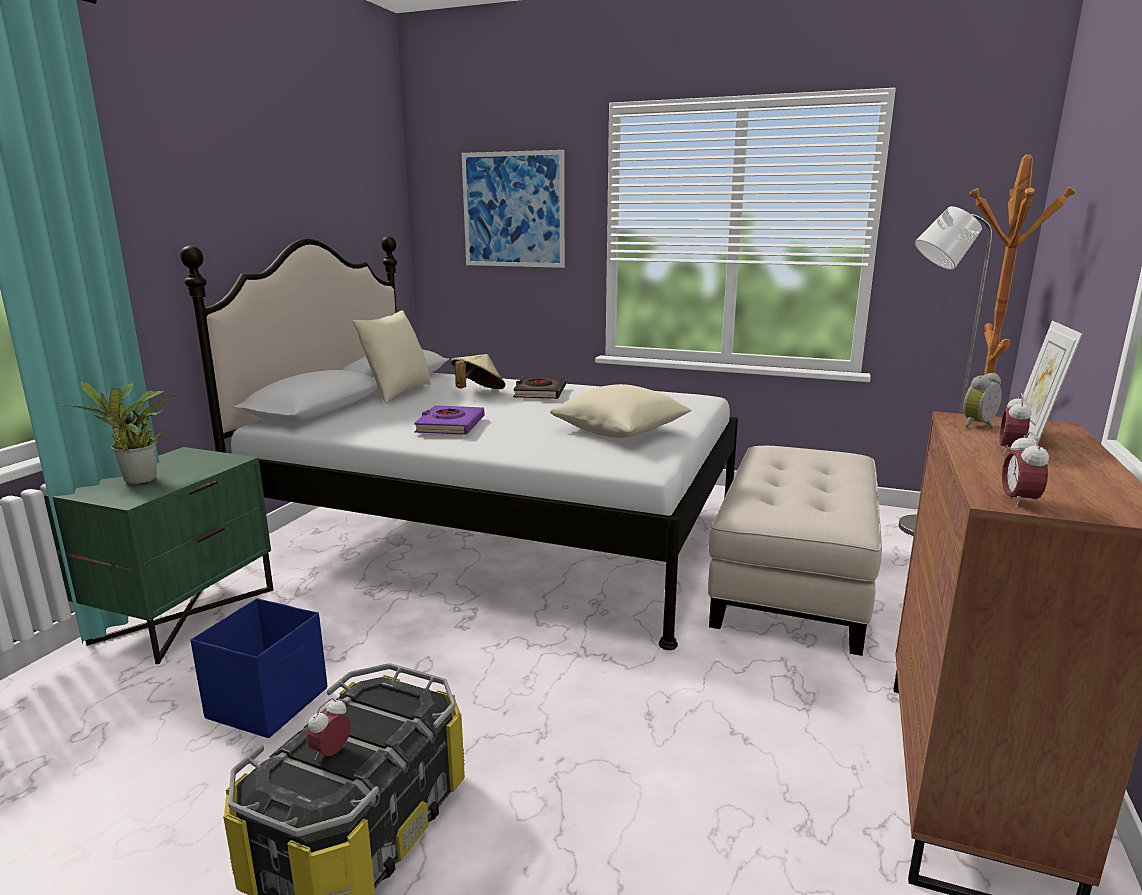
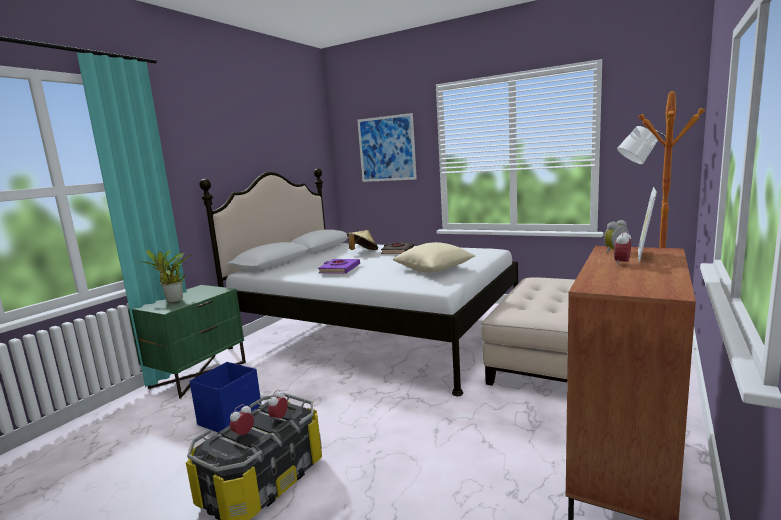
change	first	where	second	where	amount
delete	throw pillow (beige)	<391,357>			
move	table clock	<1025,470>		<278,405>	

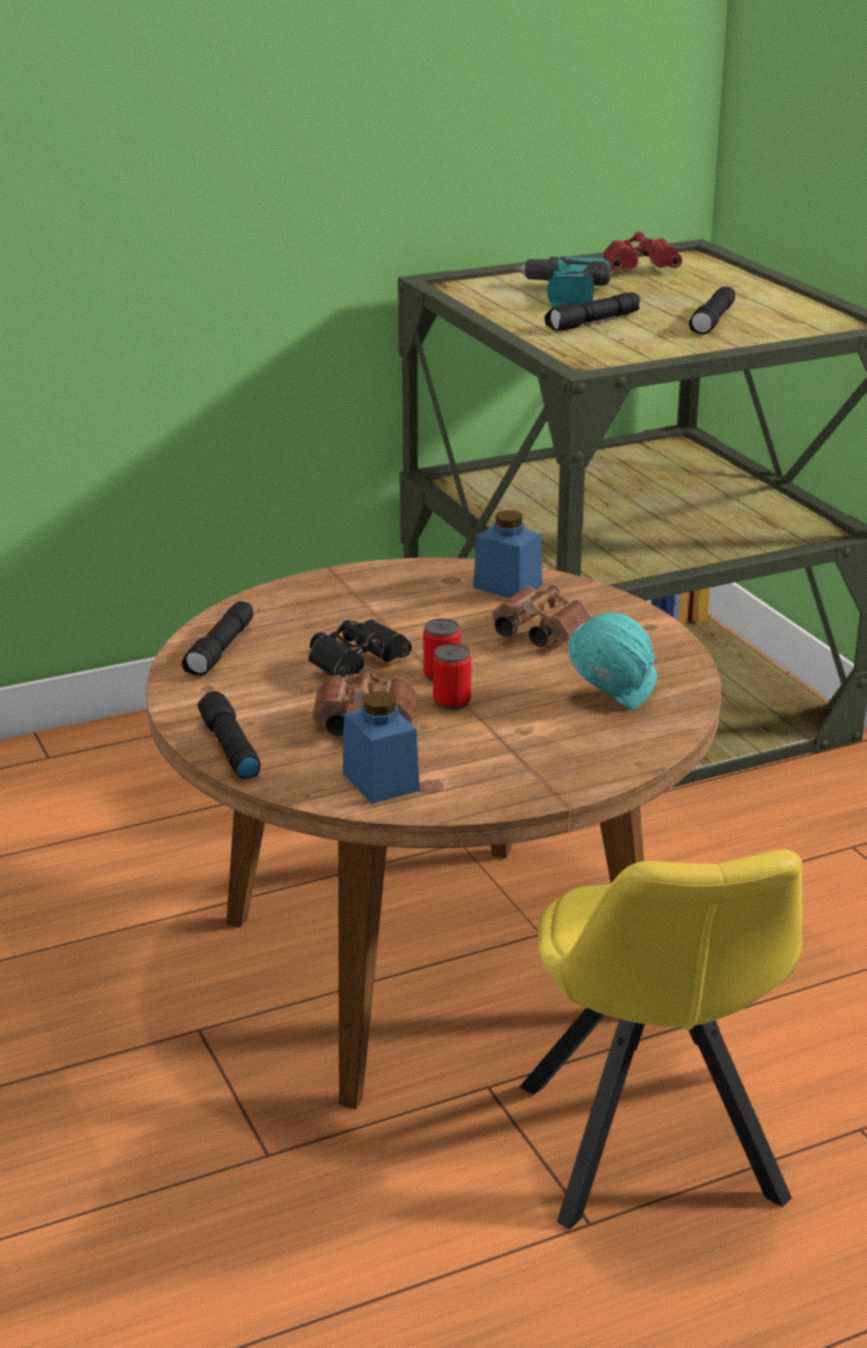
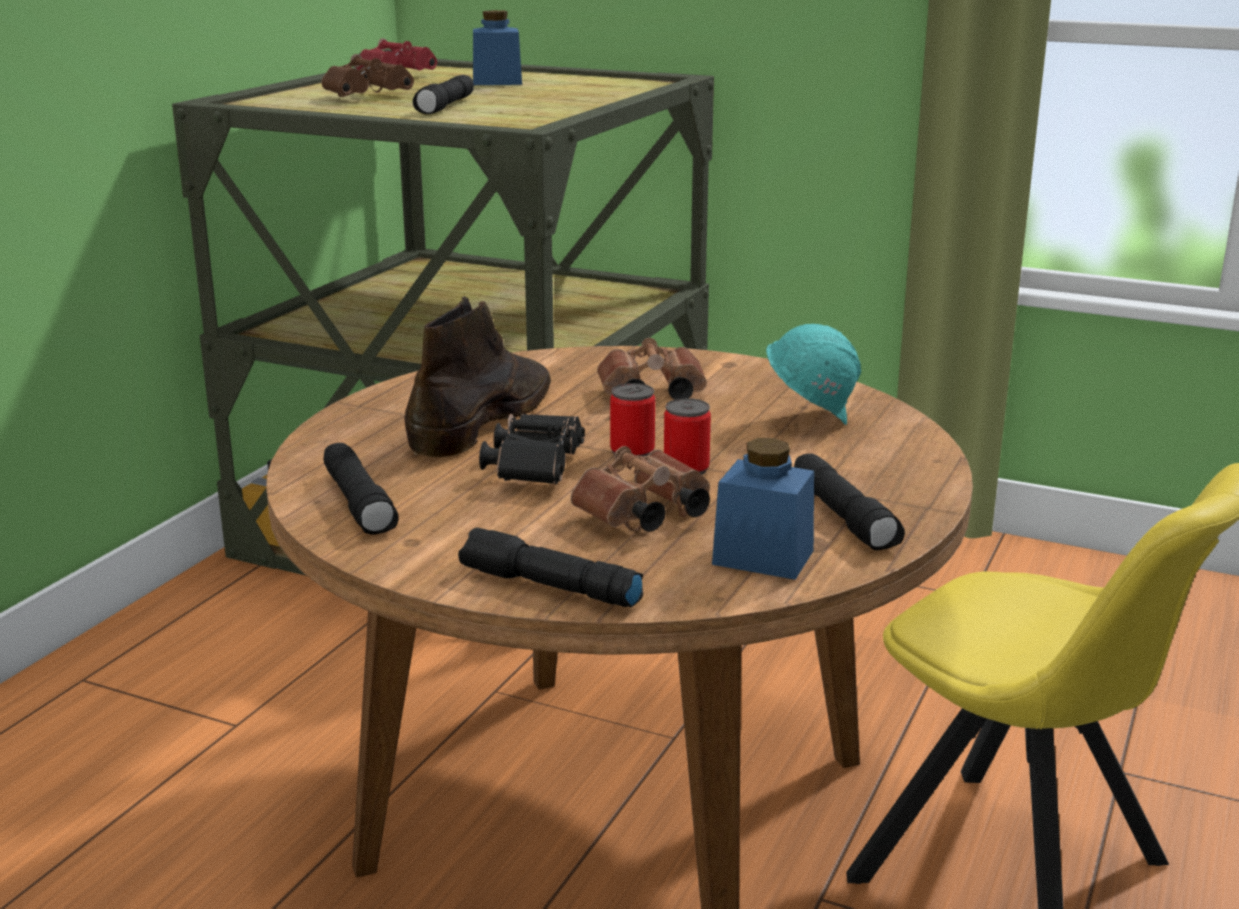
change	first	where	second	where	amount
insert			boot (brownish)	<478,376>	
move	preserve jar (blue-coloured)	<507,554>		<497,47>	
move	hand torch (black-coloured)	<712,310>		<849,501>	
replace	electric drill	<563,281>	pair of binoculars (brownish)	<367,75>	

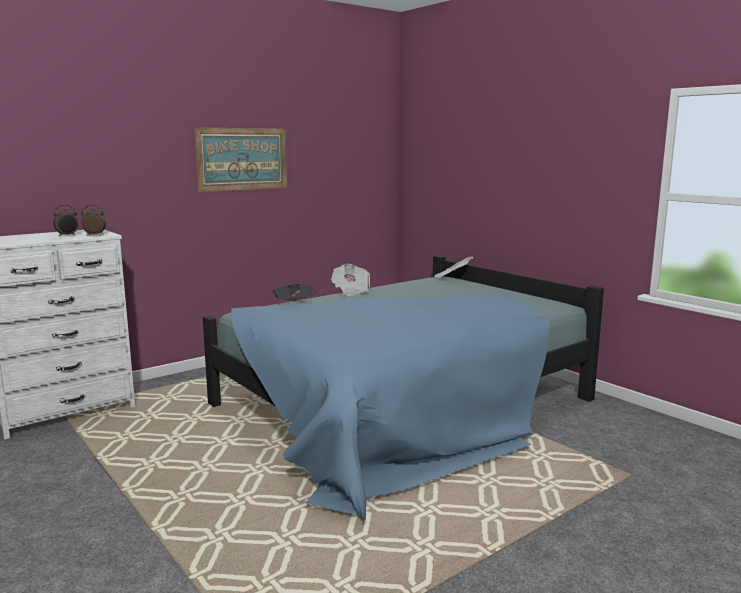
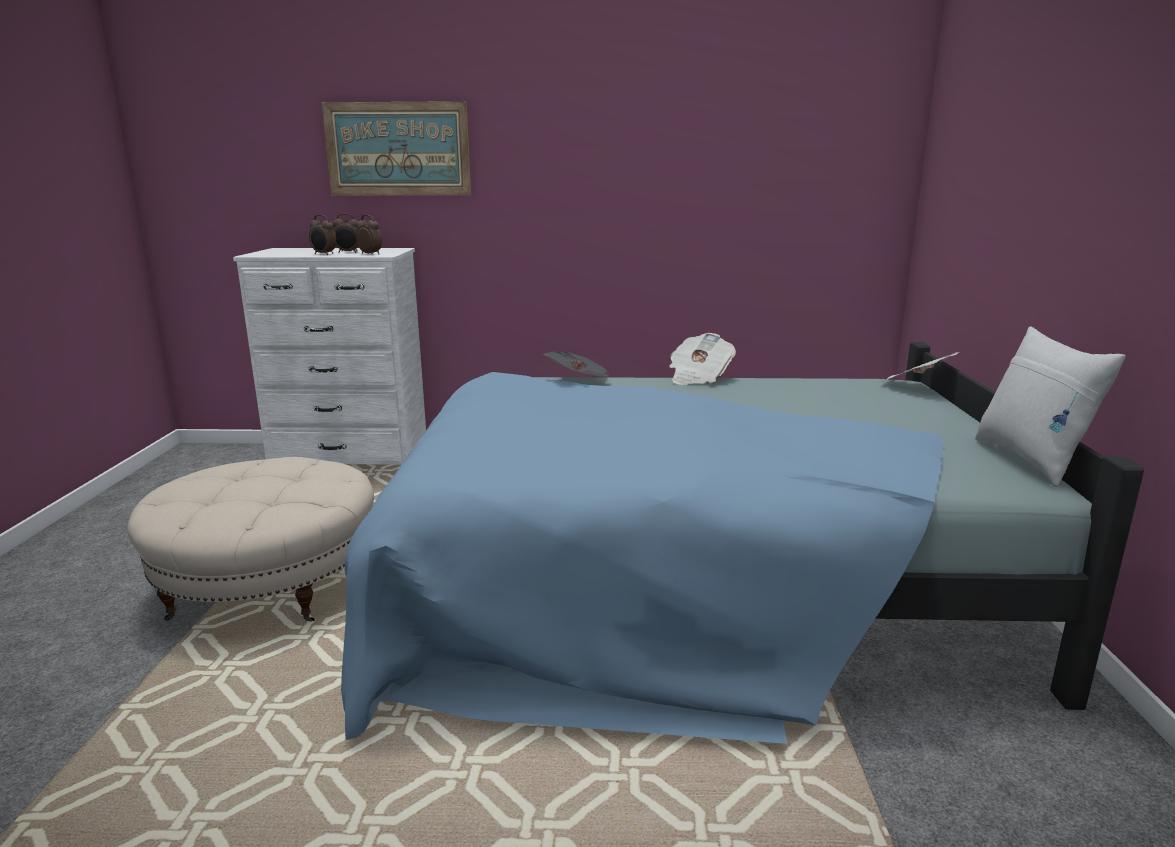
change	first	where	second	where	amount
insert			ottoman (beige)	<250,539>	
insert			table clock	<323,235>	
insert			throw pillow (gray)	<1050,406>	
move	wall picture	<240,159>		<396,148>	

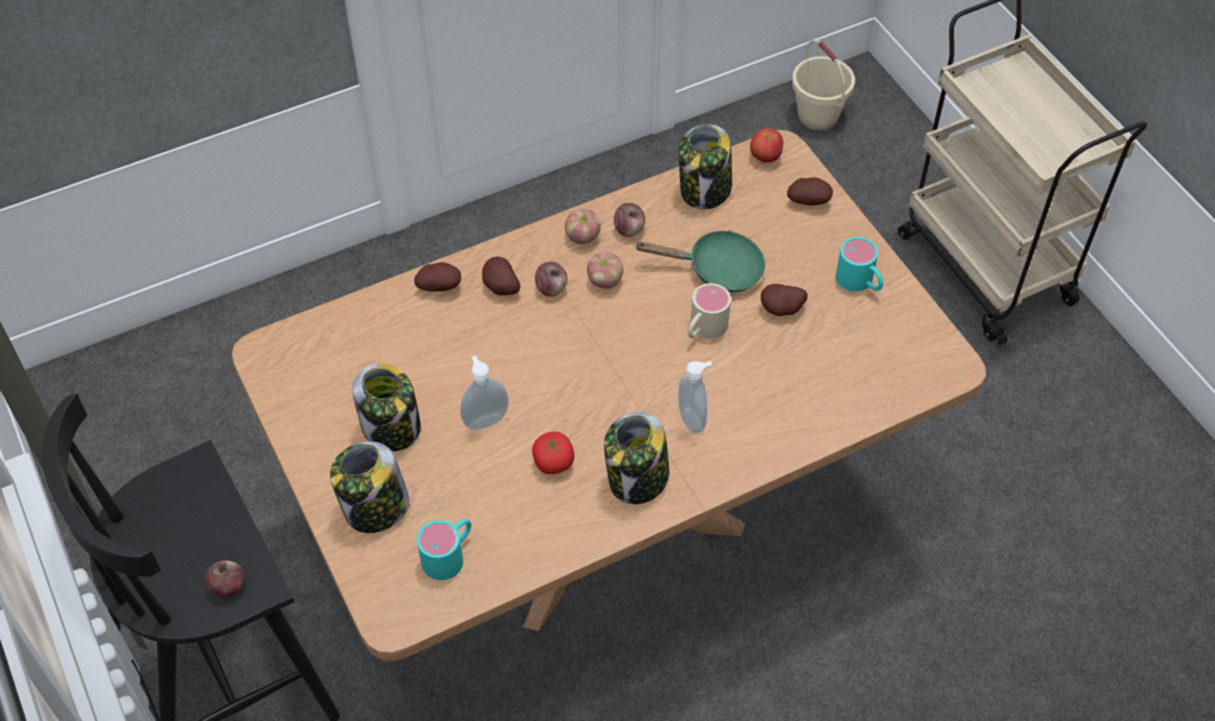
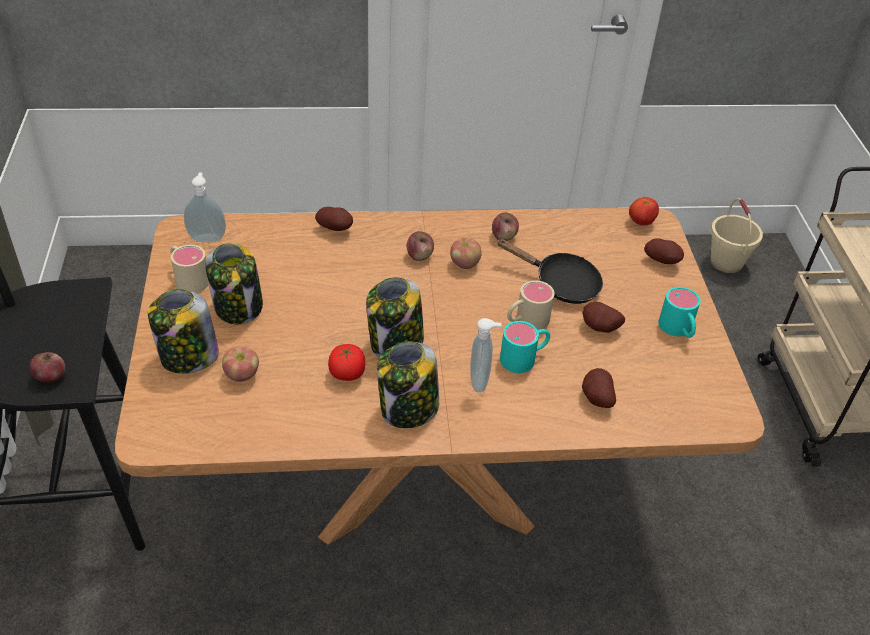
change	first	where	second	where	amount
insert			coffee mug (beige)	<189,269>	
move	coffee mug (turquoise)	<444,549>		<525,347>	
move	soap dispenser	<484,393>		<205,207>	
move	potato	<501,276>		<599,388>	
move	whole apple	<583,226>		<240,364>	
move	preserve jar	<705,166>		<395,317>	
recolor	frying pan (green)	<700,261>	frying pan (black-coloured)	<550,271>	

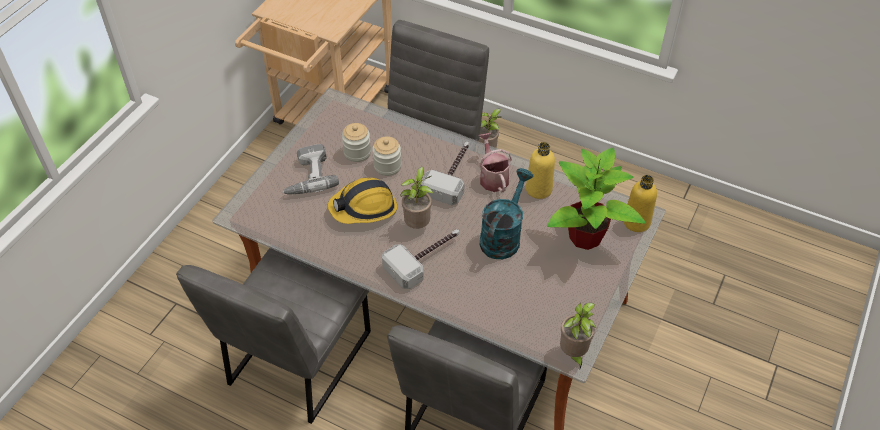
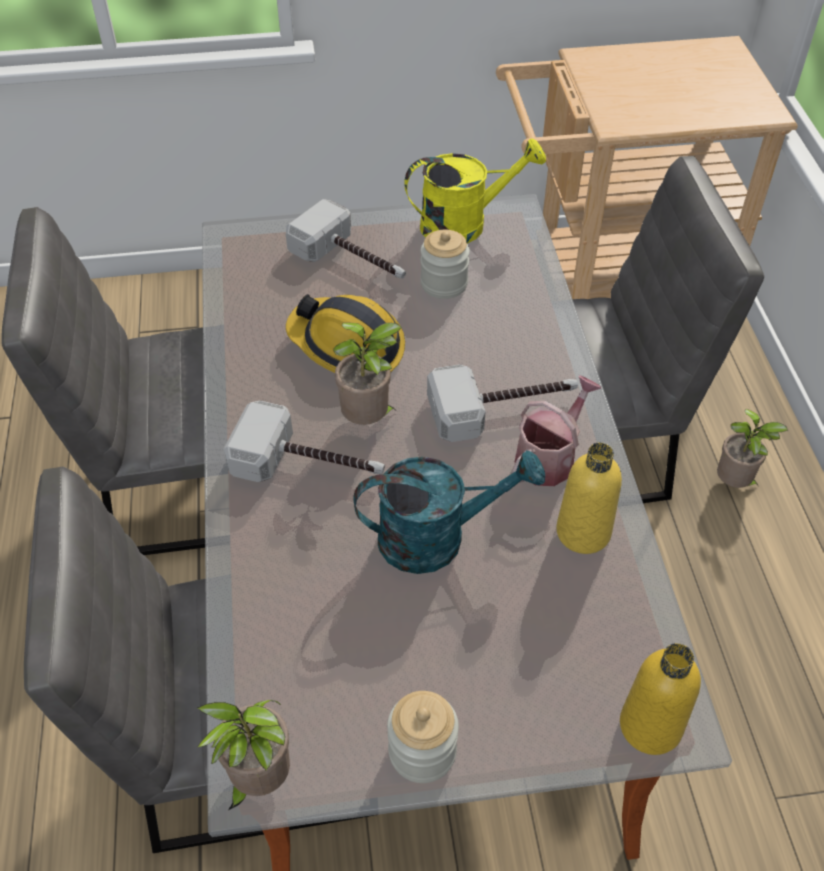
change	first	where	second	where	amount
delete	potted plant	<596,199>			
insert			watering can (yellowish)	<475,190>	
move	preserve jar	<386,156>		<423,737>	
replace	electric drill	<310,169>	hammer	<346,239>	

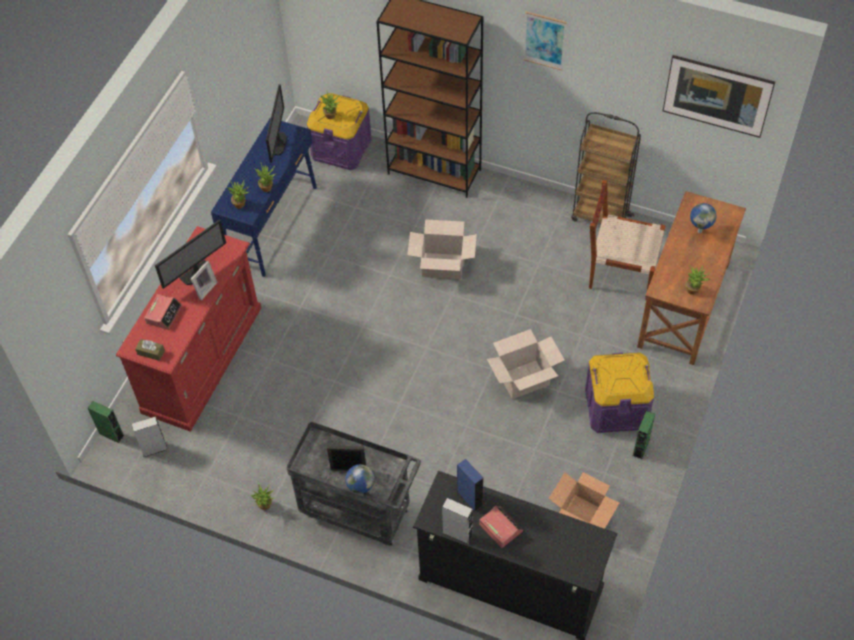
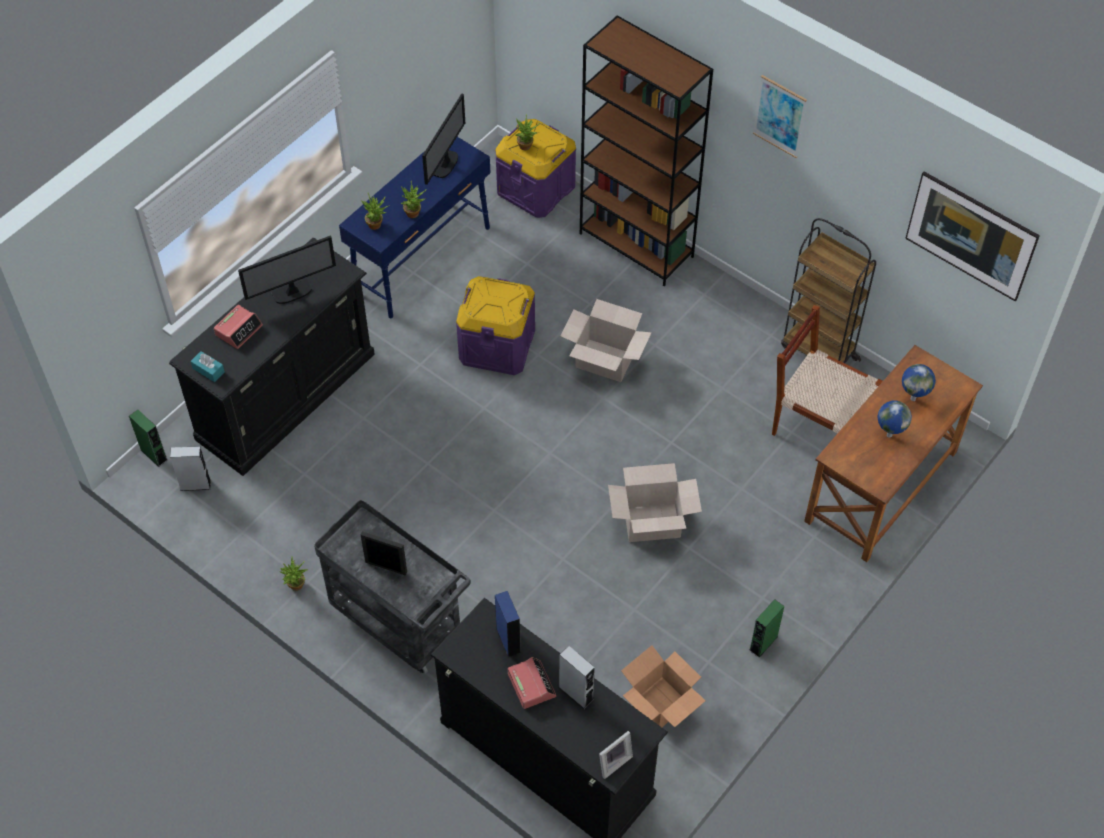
change	first	where	second	where	amount
delete	potted plant	<698,280>			
move	picture frame	<204,280>		<616,755>	
move	world globe	<360,479>		<894,419>	
move	speaker (gray)	<457,521>		<577,677>	
move	storage box (purple)	<619,392>		<495,325>	
recolor	cabinet (red)	<188,329>	cabinet (black-coloured)	<272,357>	
recolor	tissue holder (brownish)	<150,350>	tissue holder (turquoise)	<208,366>	

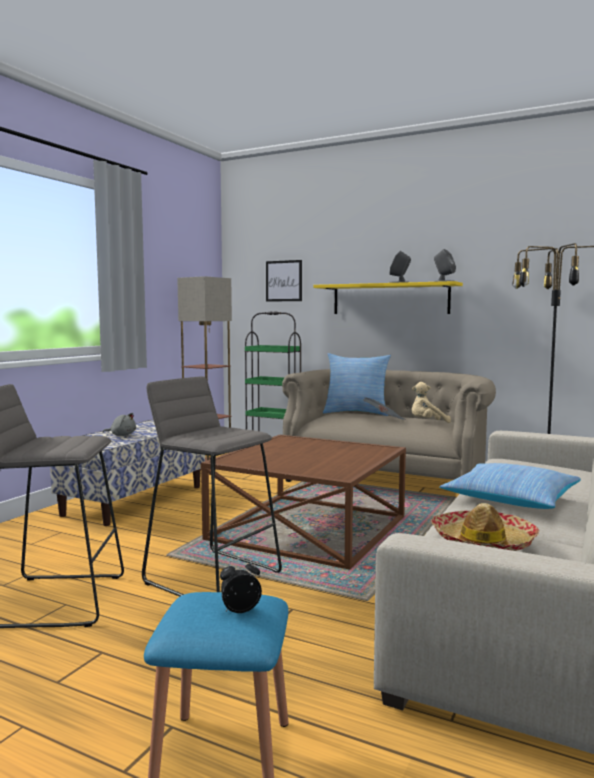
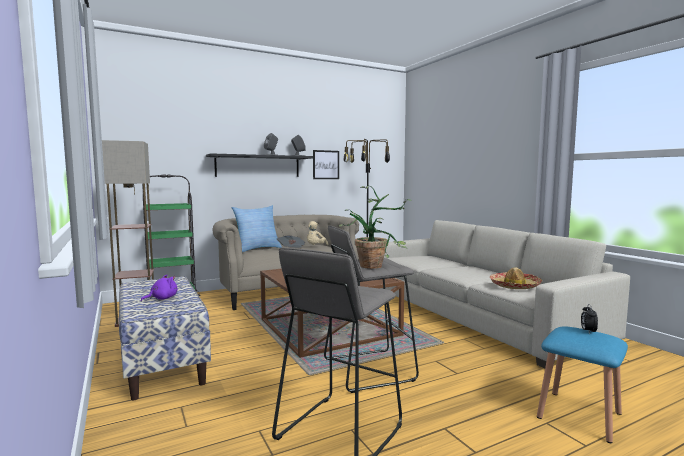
change	first	where	second	where	amount
delete	throw pillow	<510,486>			
insert			potted plant	<375,227>	
move	wall picture	<284,281>		<326,164>	
recolor	cuddly toy (gray)	<119,424>	cuddly toy (purple)	<159,288>	
recolor	bracket shelf (yellowish)	<388,297>	bracket shelf (black-coloured)	<259,165>	

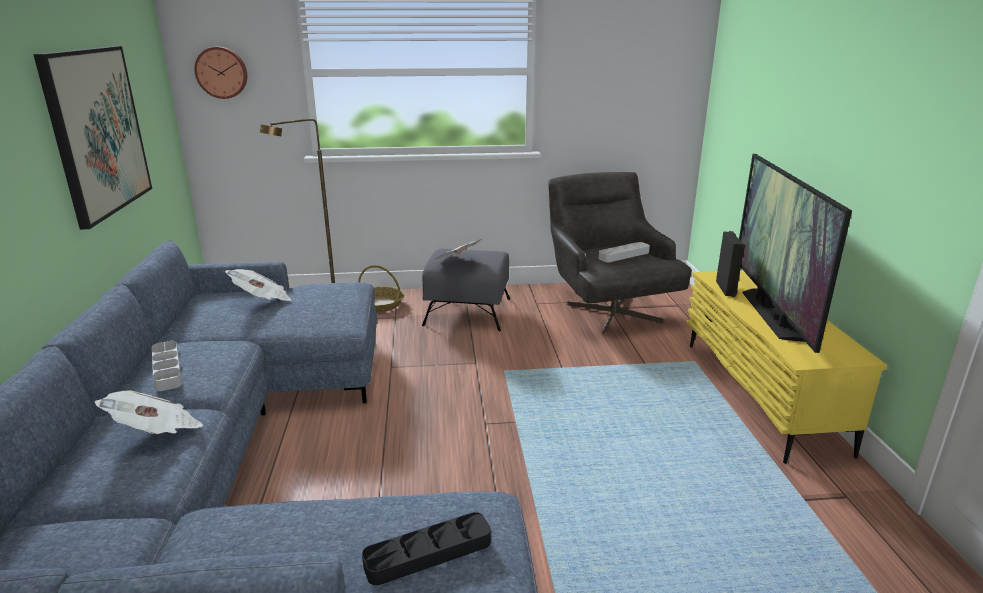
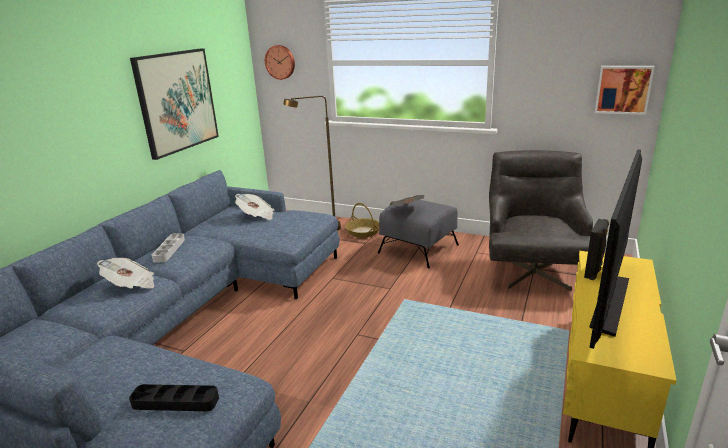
change	first	where	second	where	amount
delete	tray (gray)	<624,252>			
insert			wall picture	<625,90>	

